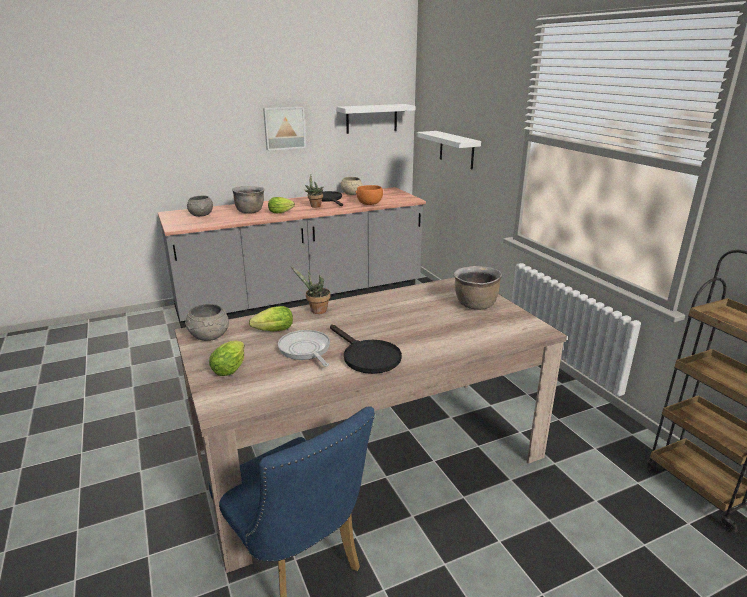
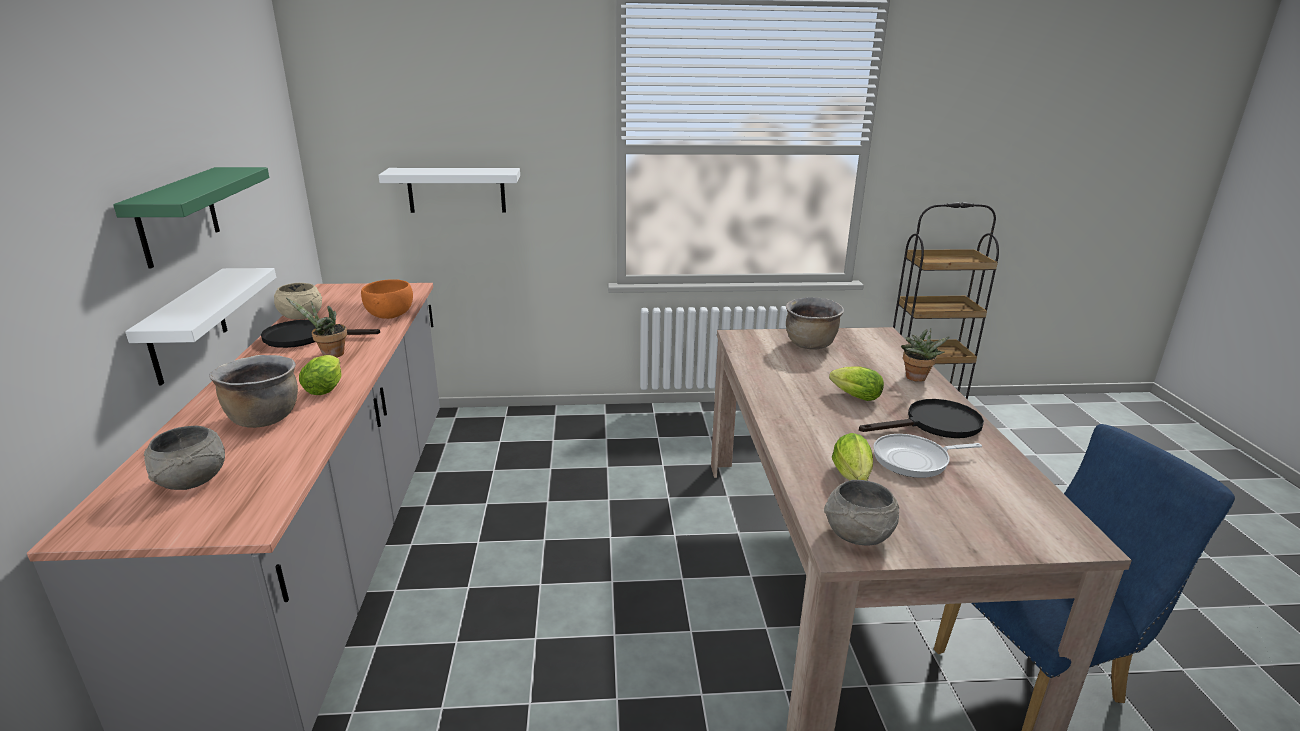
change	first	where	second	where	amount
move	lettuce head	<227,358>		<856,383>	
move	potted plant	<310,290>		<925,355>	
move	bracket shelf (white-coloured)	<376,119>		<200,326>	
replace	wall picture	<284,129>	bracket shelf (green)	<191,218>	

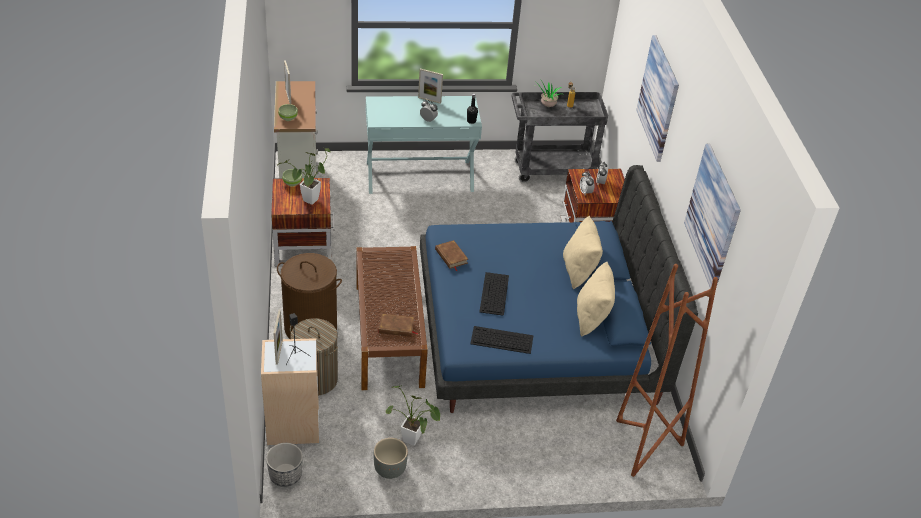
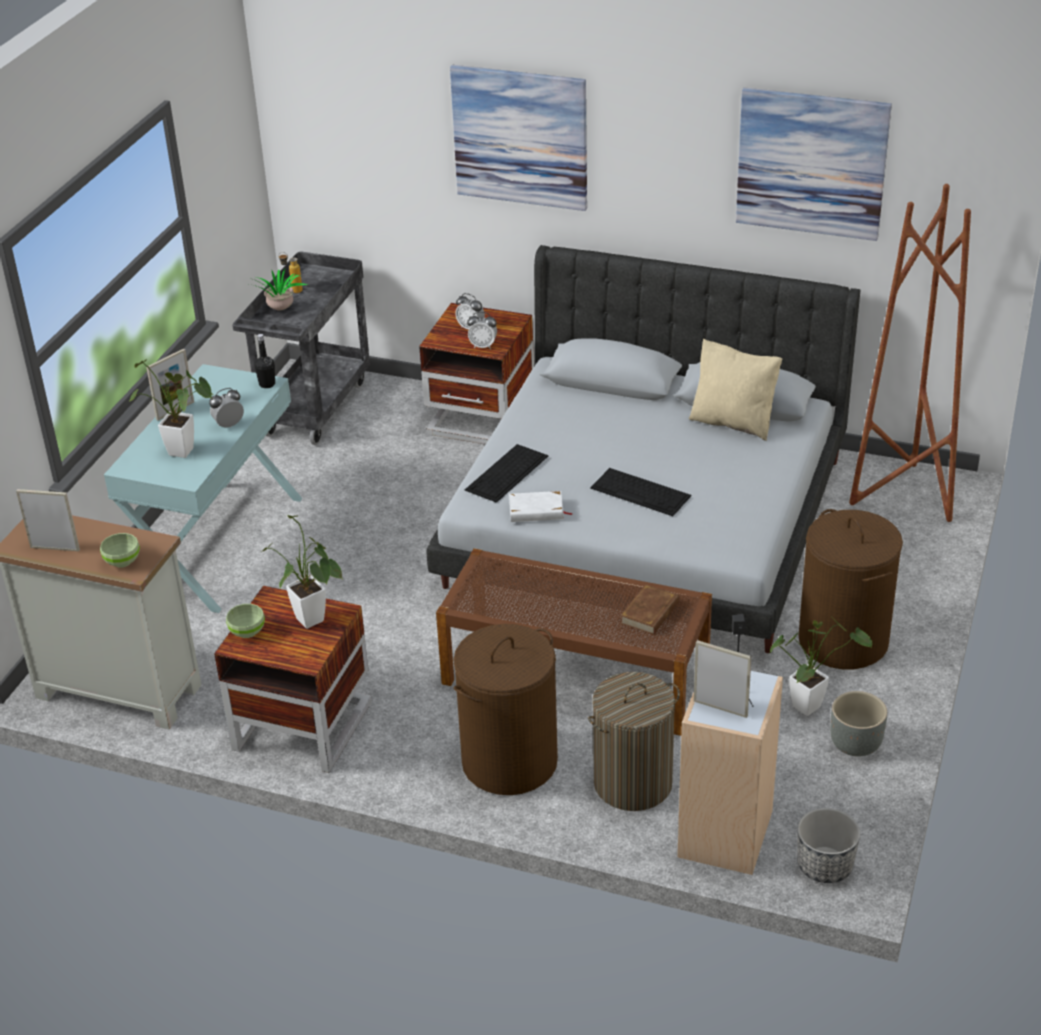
change	first	where	second	where	amount
delete	throw pillow (beige)	<583,252>			
insert			potted plant	<171,408>	
insert			hamper (brownish)	<851,589>	
move	computer keyboard	<502,340>		<507,473>	
recolor	bed (blue-coloured)	<559,289>	bed (gray)	<643,449>	
recolor	volume (brownish)	<451,255>	volume (white-coloured)	<541,506>	

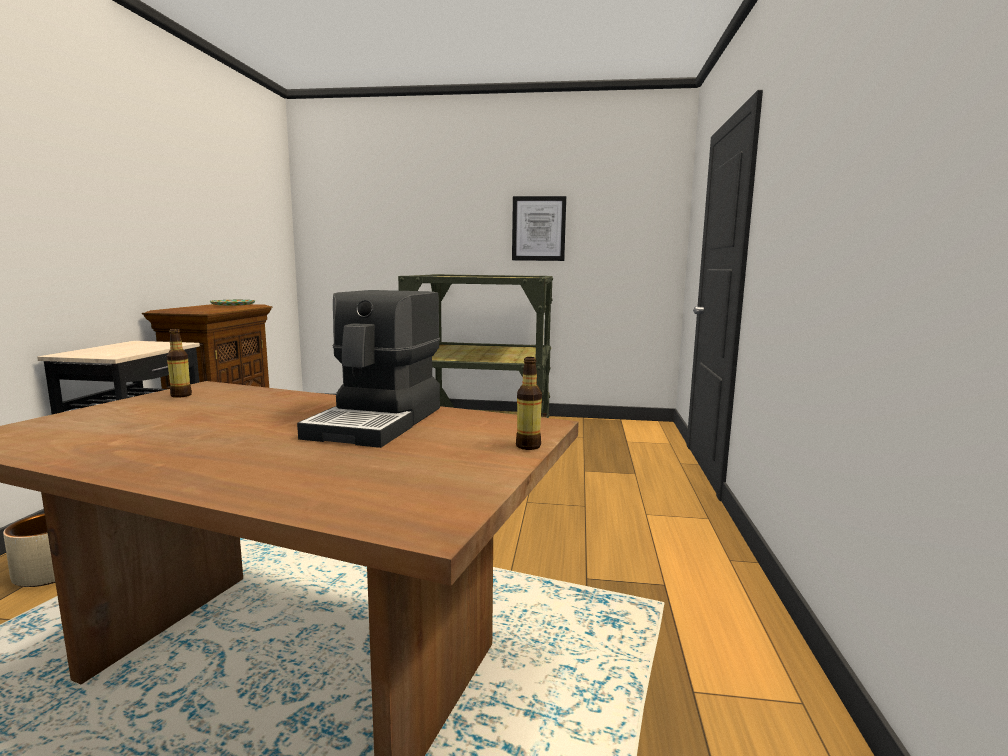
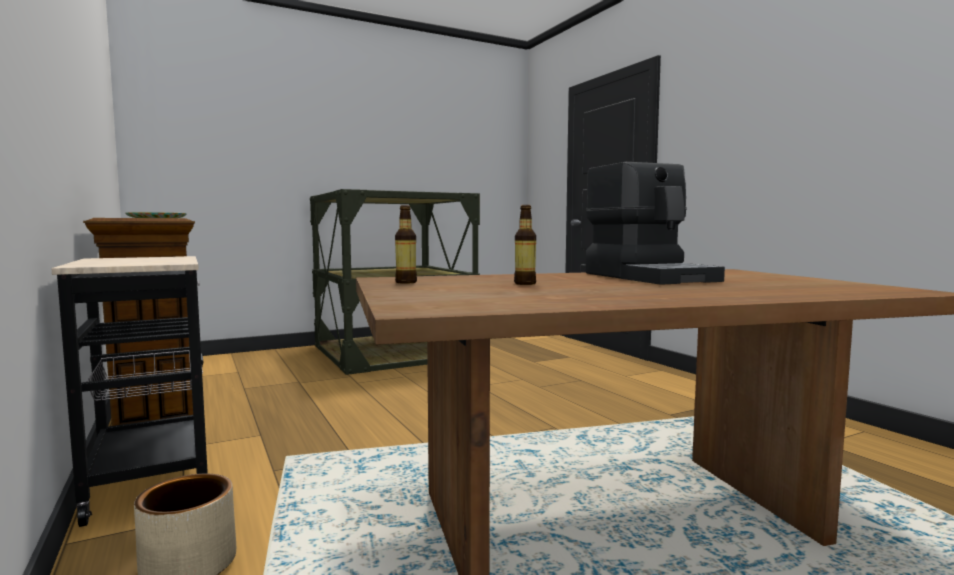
change	first	where	second	where	amount
delete	wall picture	<539,228>			
move	drink bottle	<529,403>		<525,245>	

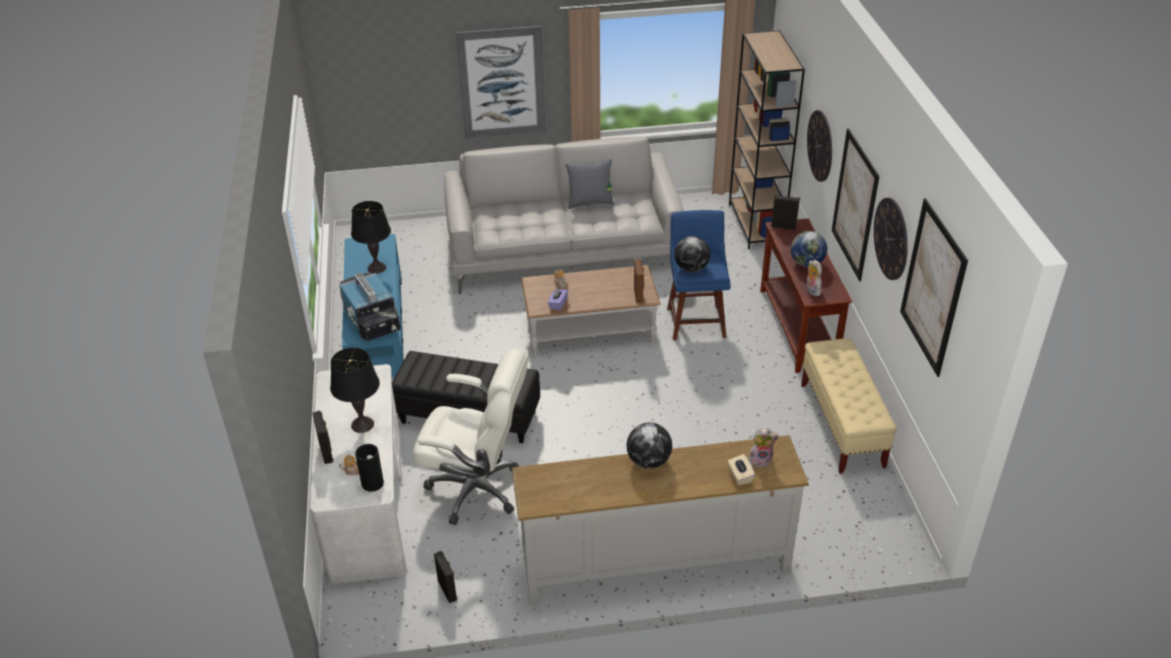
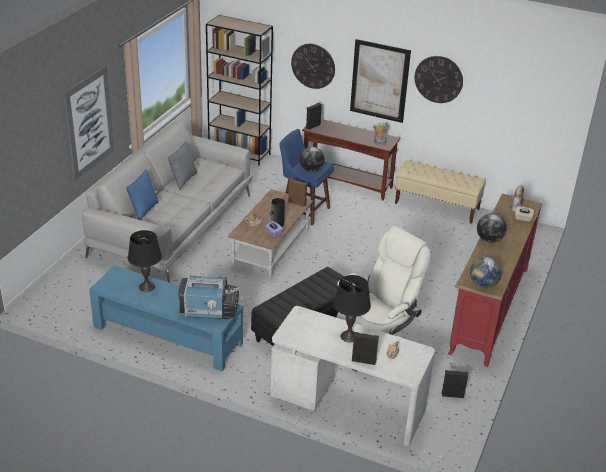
change	first	where	second	where	amount
delete	wall picture	<934,287>			
insert			throw pillow (blue-coloured)	<142,194>	
move	decorative vase	<369,468>		<277,212>	
move	world globe	<809,249>		<486,272>	
recolor	cabinet (gray)	<660,520>	cabinet (red)	<495,280>	

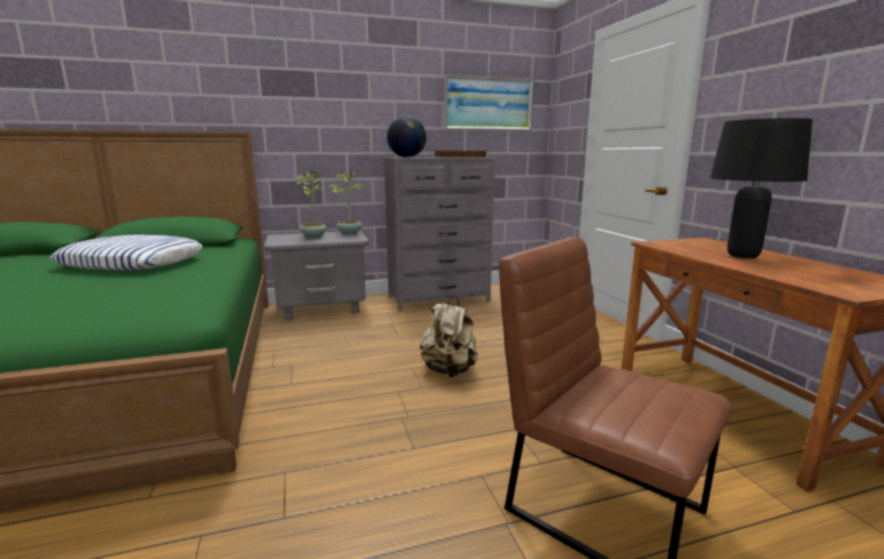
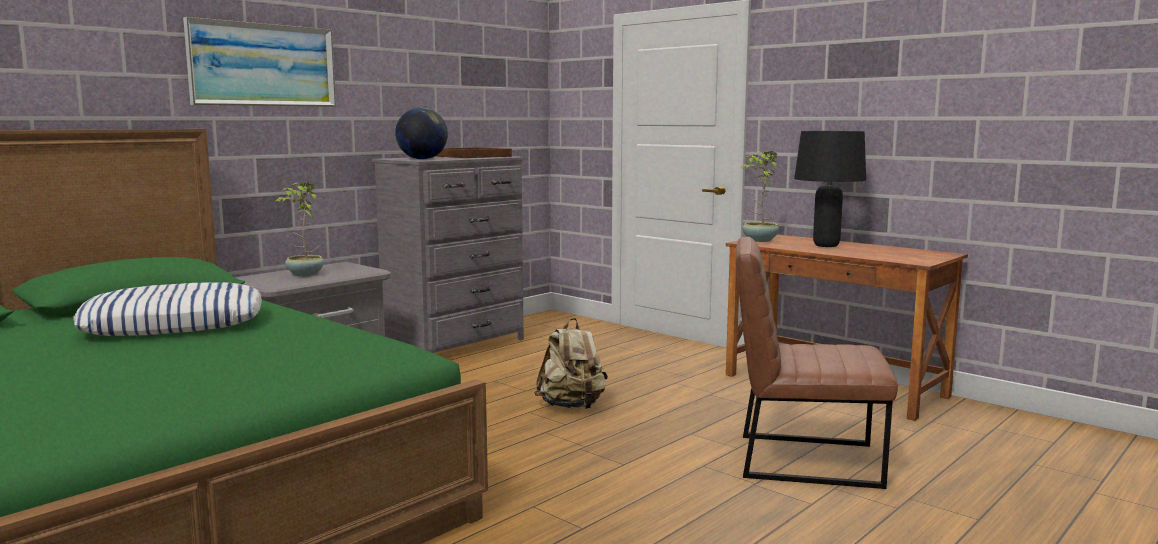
change	first	where	second	where	amount
move	potted plant	<346,203>		<759,196>	
move	wall picture	<489,103>		<259,62>	

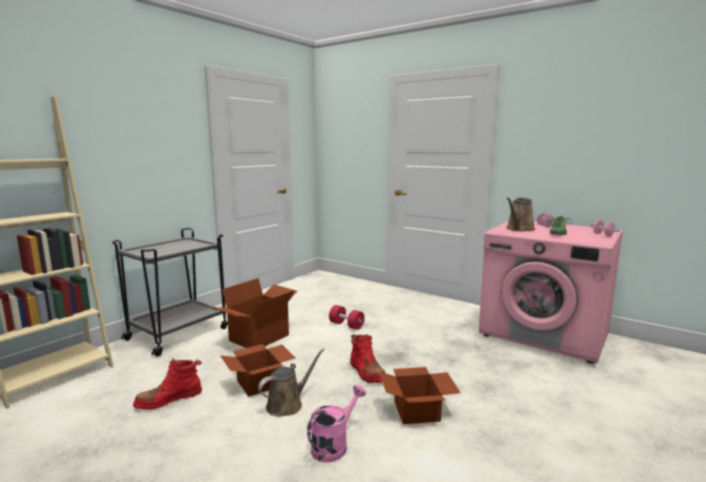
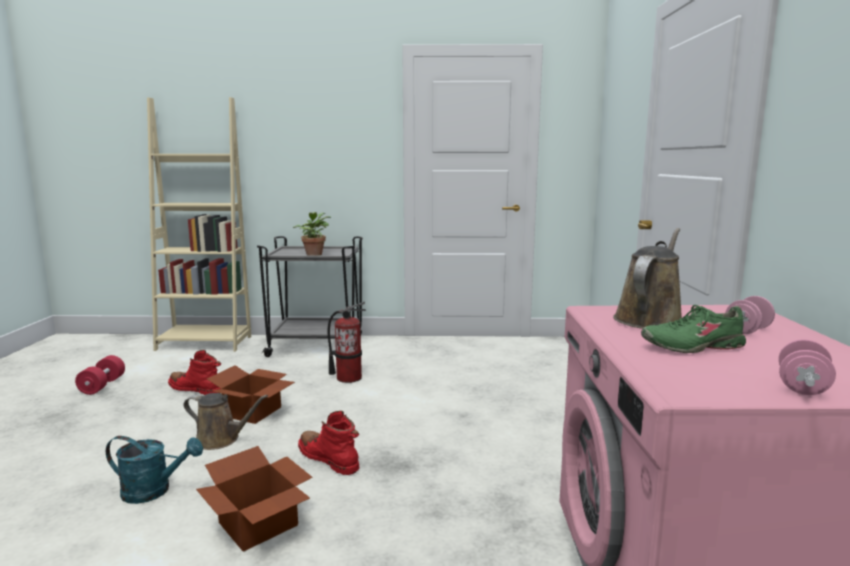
change	first	where	second	where	amount
insert			potted plant	<312,233>	
move	dumbbell (red)	<347,317>		<100,375>	
replace	packing box	<255,313>	fire-fighting cylinder	<347,342>	
recolor	watering can (pink)	<336,423>	watering can (turquoise)	<154,470>	
rotate	boot (red)	<367,358>		<328,443>	105 degrees clockwise
rotate	watering can (brownish)	<520,215>		<647,278>	120 degrees clockwise

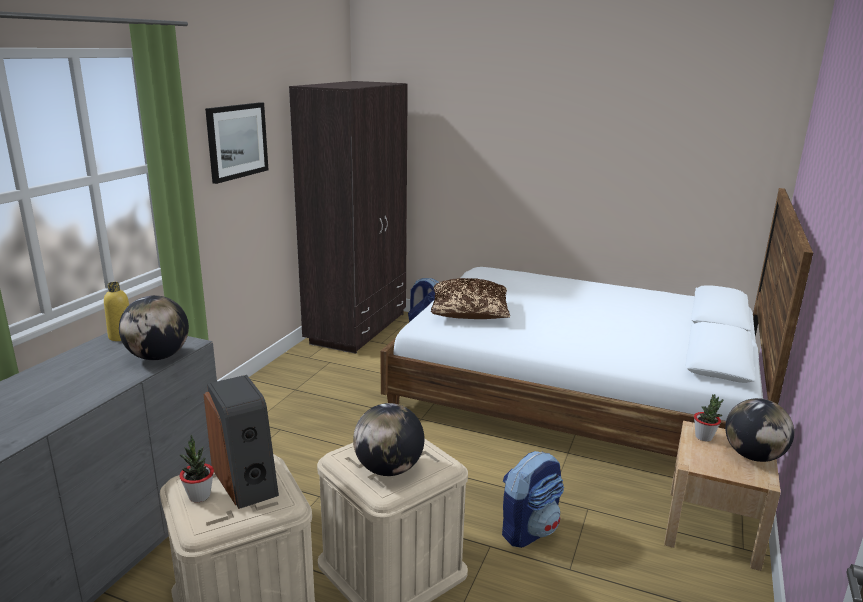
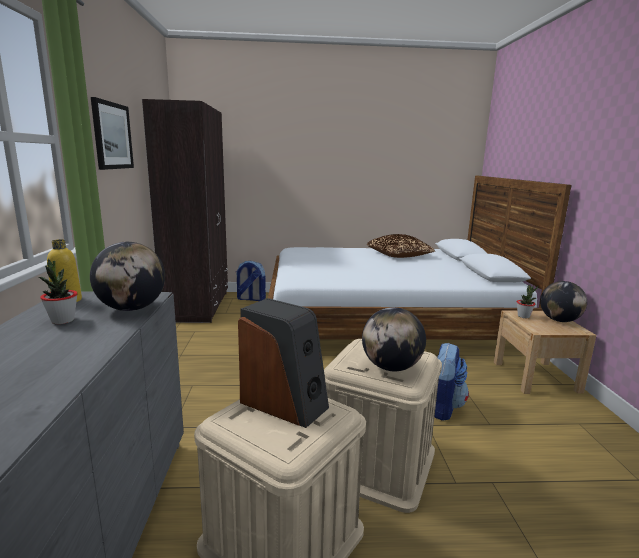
change	first	where	second	where	amount
move	potted plant	<196,468>		<58,291>	
move	throw pillow (brownish)	<471,298>		<401,246>	

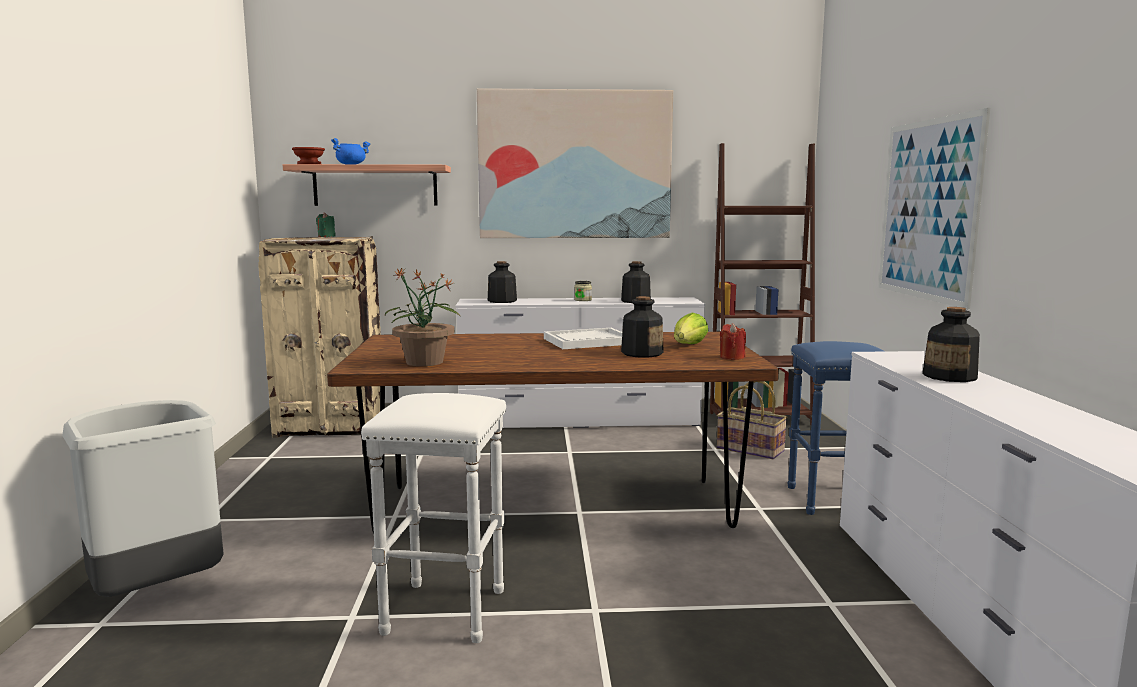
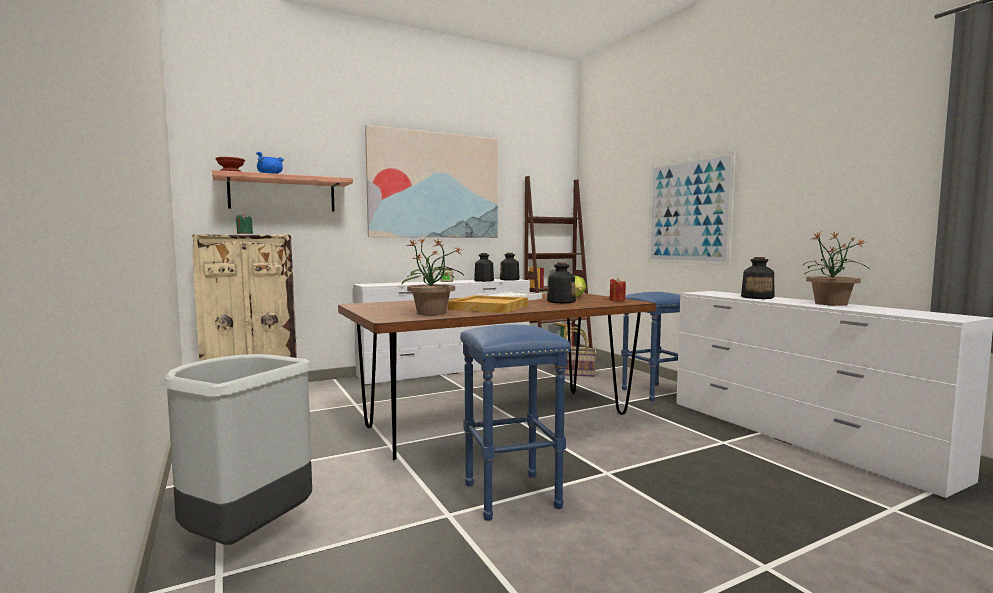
change	first	where	second	where	amount
insert			tray (beige)	<488,304>	
insert			potted plant	<836,269>	
move	drink bottle	<502,282>		<510,267>	
recolor	sitting stool (white-coloured)	<433,518>	sitting stool (blue-coloured)	<515,423>	

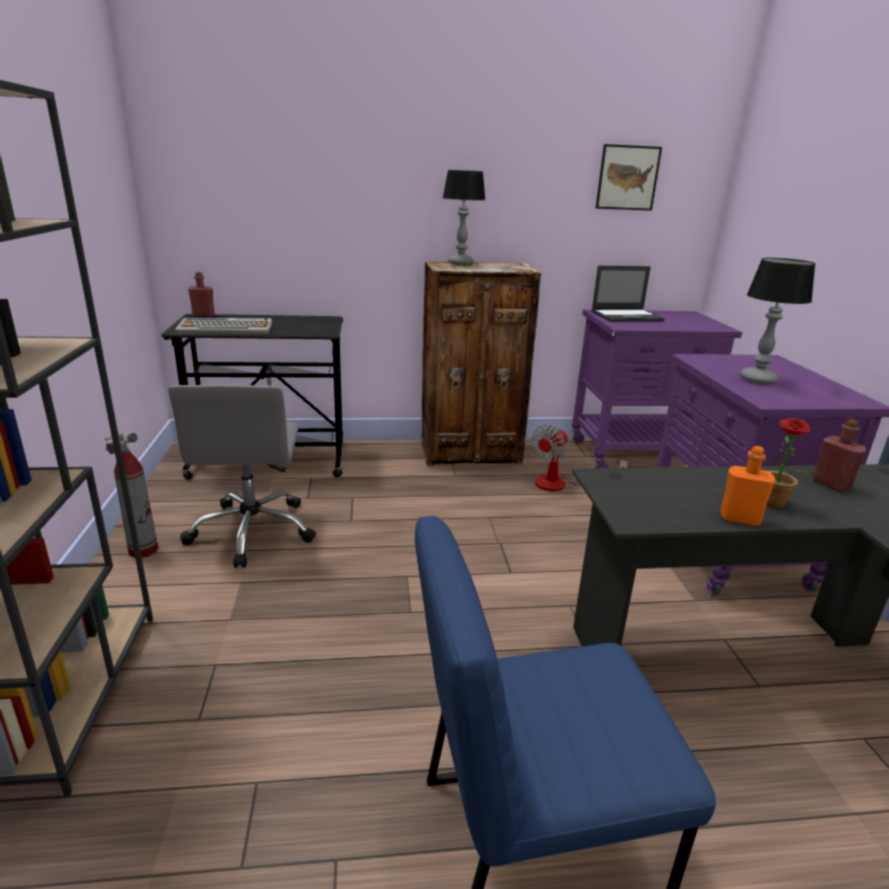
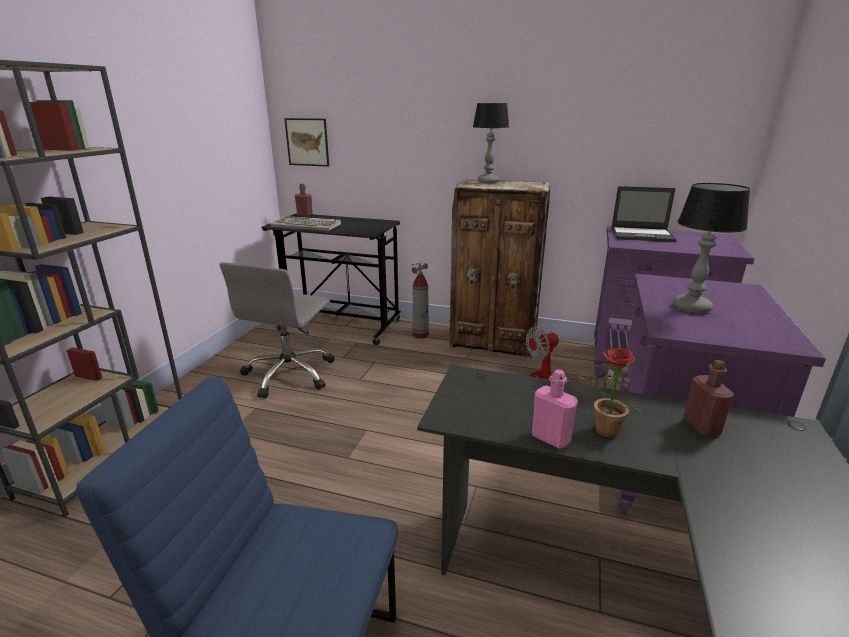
change	first	where	second	where	amount
move	fire-fighting cylinder	<131,495>		<420,301>	
move	wall picture	<629,177>		<306,142>	
recolor	drink bottle (orangey)	<748,486>	drink bottle (pink)	<555,409>	

